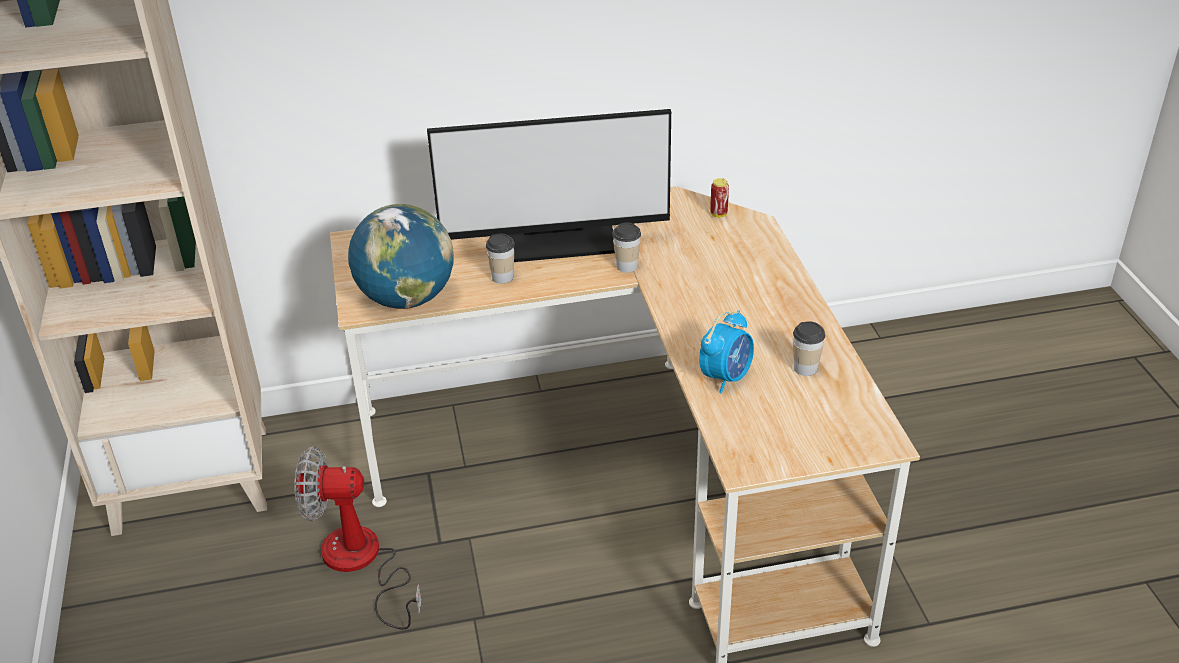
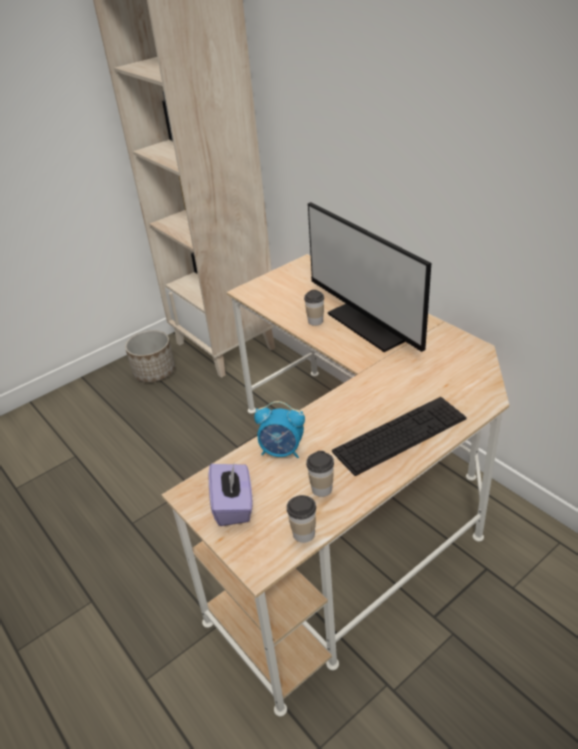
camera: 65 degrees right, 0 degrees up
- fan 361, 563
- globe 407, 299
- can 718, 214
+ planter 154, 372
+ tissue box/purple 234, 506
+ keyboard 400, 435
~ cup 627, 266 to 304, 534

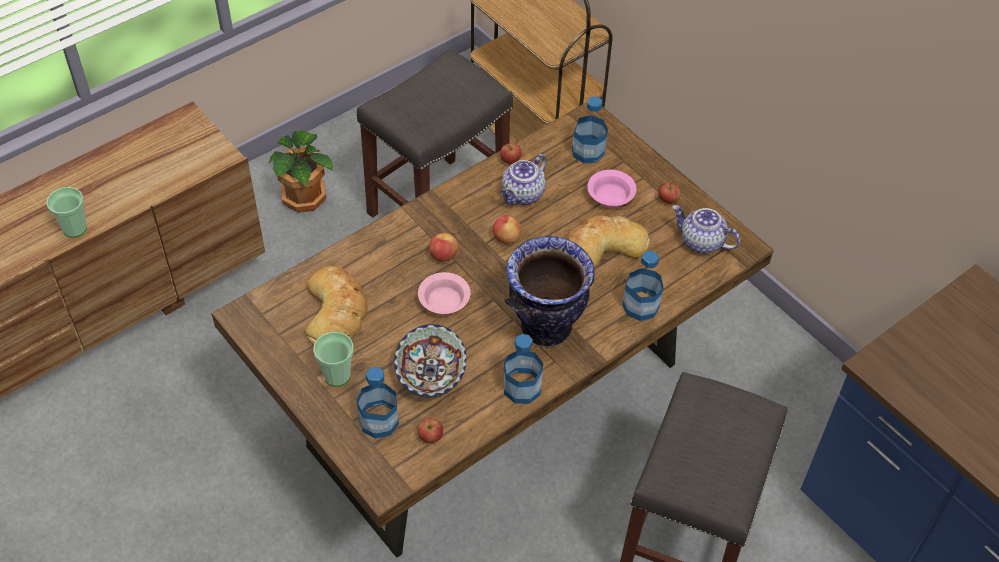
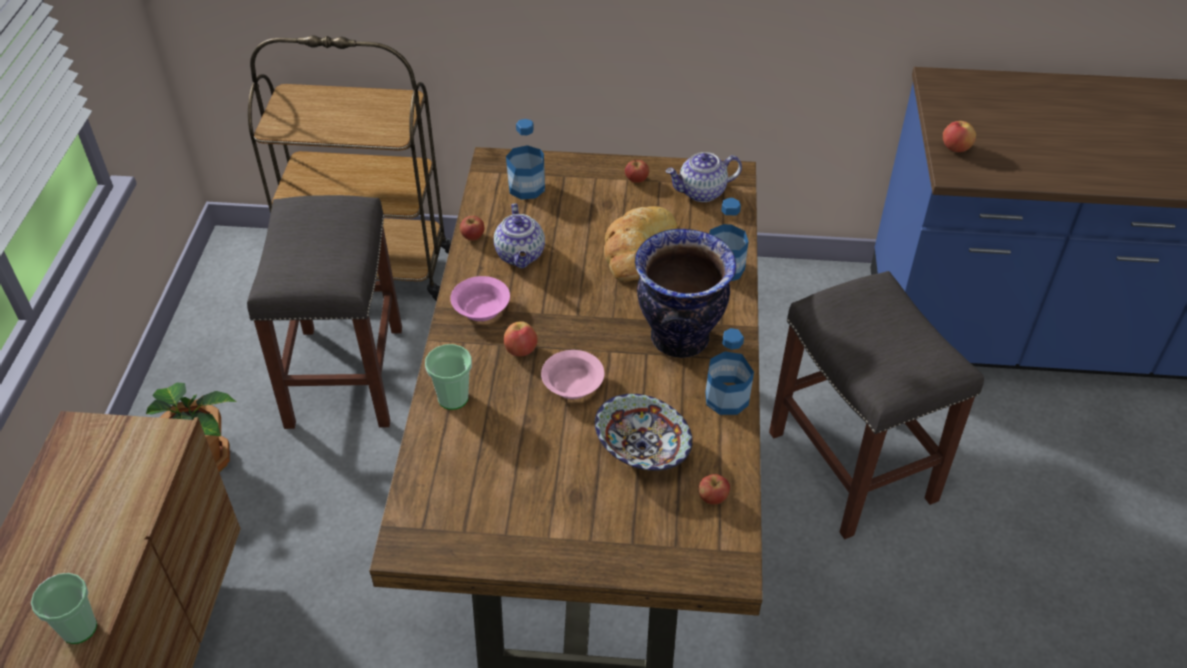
camera: 45 degrees left, 5 degrees down
- bread 336, 311
- bottle 379, 421
~ cup 337, 375 to 453, 398
~ apple 506, 238 to 955, 148
~ bowl/pink 611, 196 to 481, 307

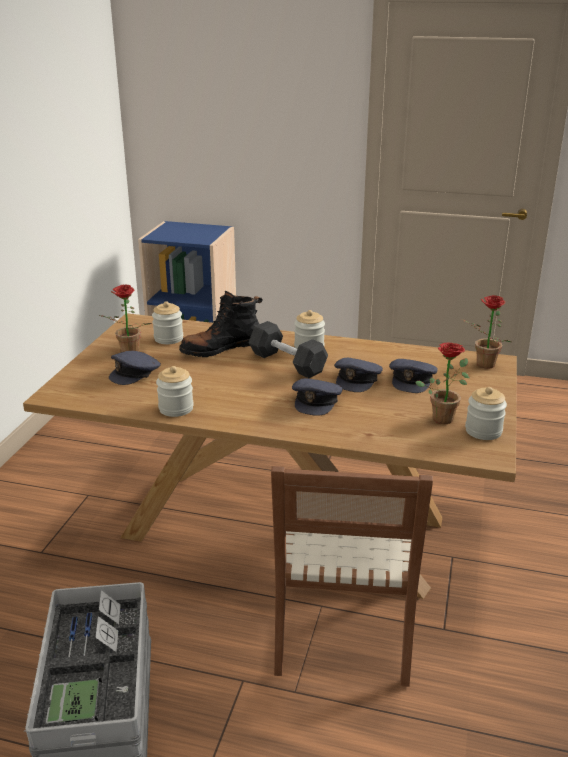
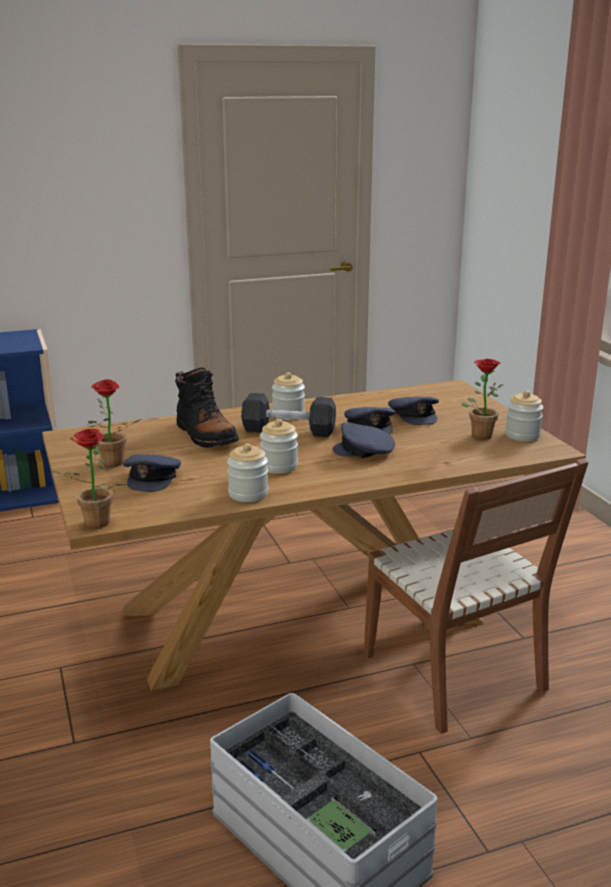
camera: 35 degrees left, 5 degrees down
~ jar 168, 338 to 279, 466
~ potted plant 482, 365 to 93, 524
~ boot/black 221, 348 = 205, 435 60 degrees counterclockwise
~ cap/grey 316, 401 = 364, 451 120 degrees clockwise

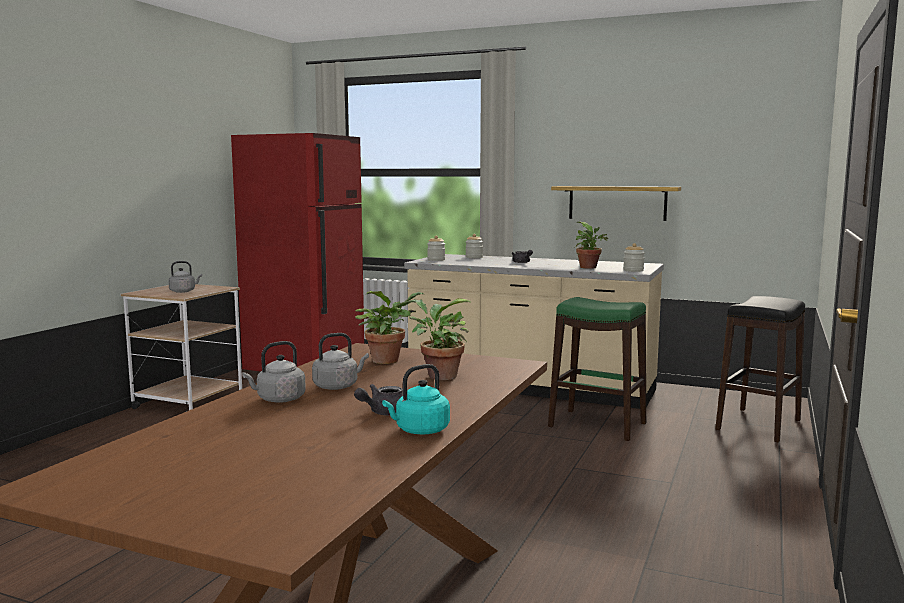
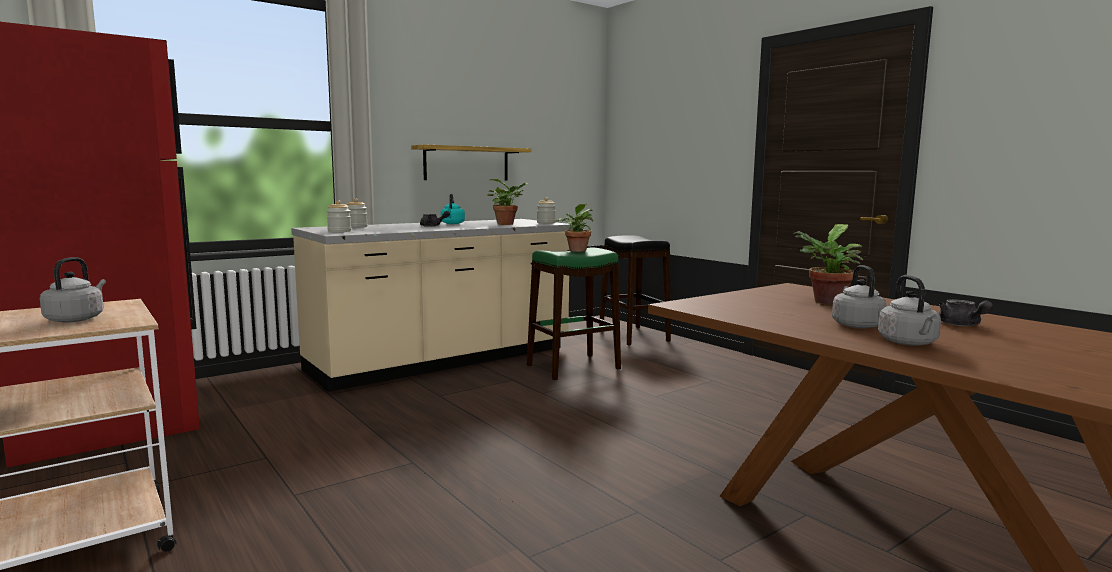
camera: 60 degrees left, 0 degrees up
~ potted plant 388, 360 to 577, 250
~ kettle/turquoise 419, 430 to 452, 223

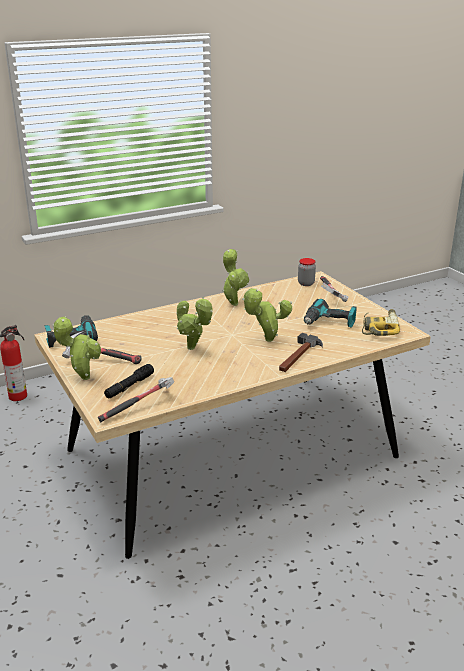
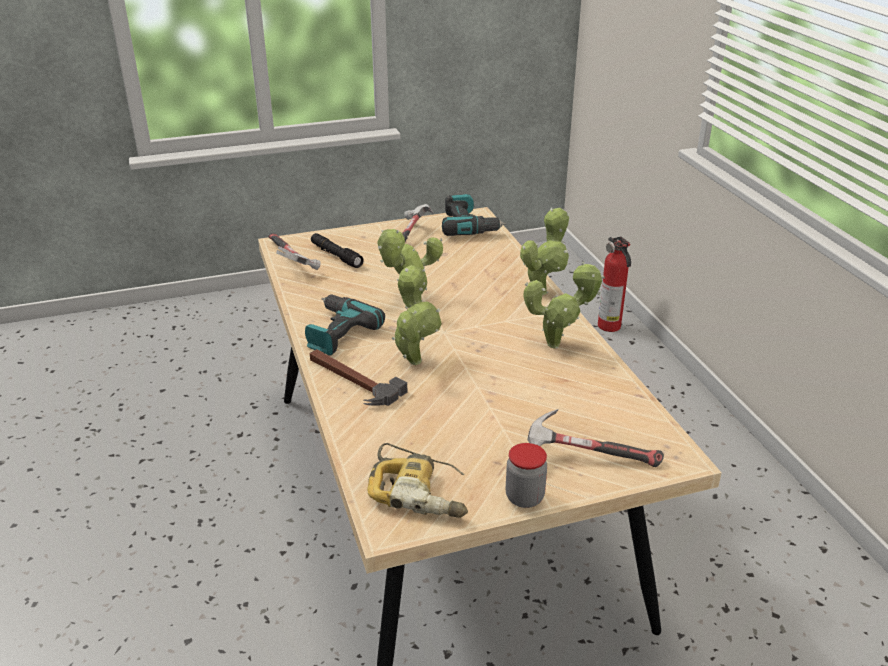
camera: 100 degrees right, 5 degrees up
~ potted plant 82, 377 to 543, 290
~ jar 306, 283 to 524, 497
~ power drill 329, 322 to 336, 332

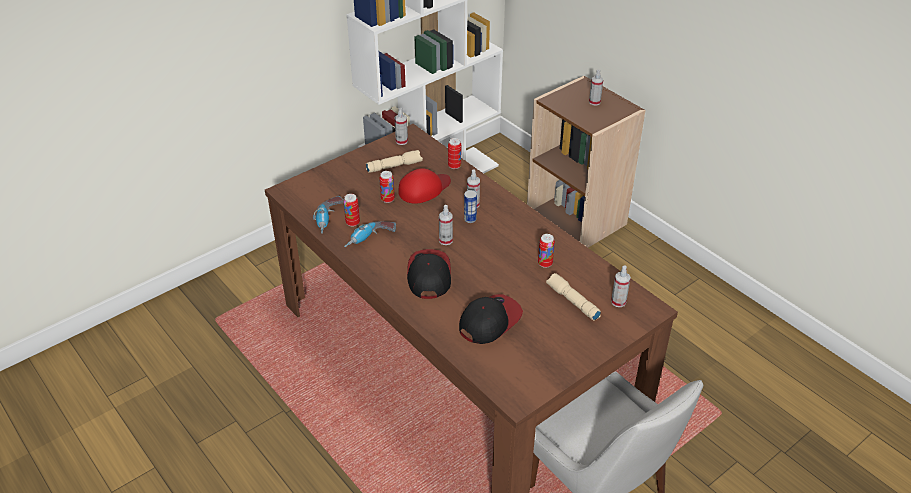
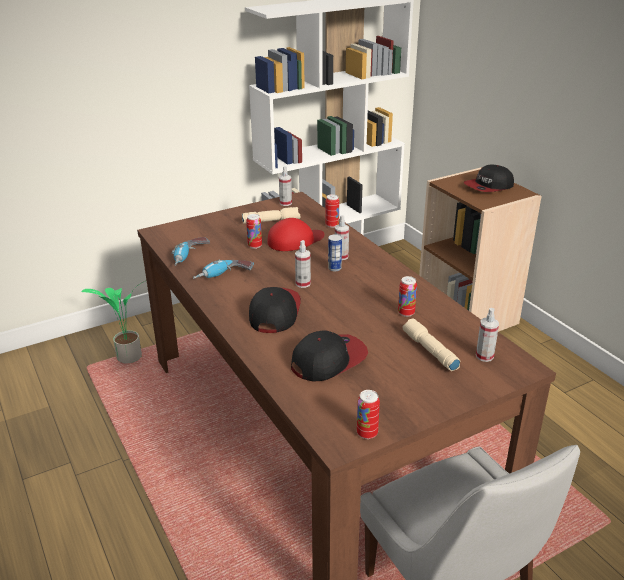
camera: 10 degrees right, 10 degrees down
+ potted plant 128, 358
~ can 352, 223 to 367, 433
~ spray bottle 594, 102 to cap 488, 186

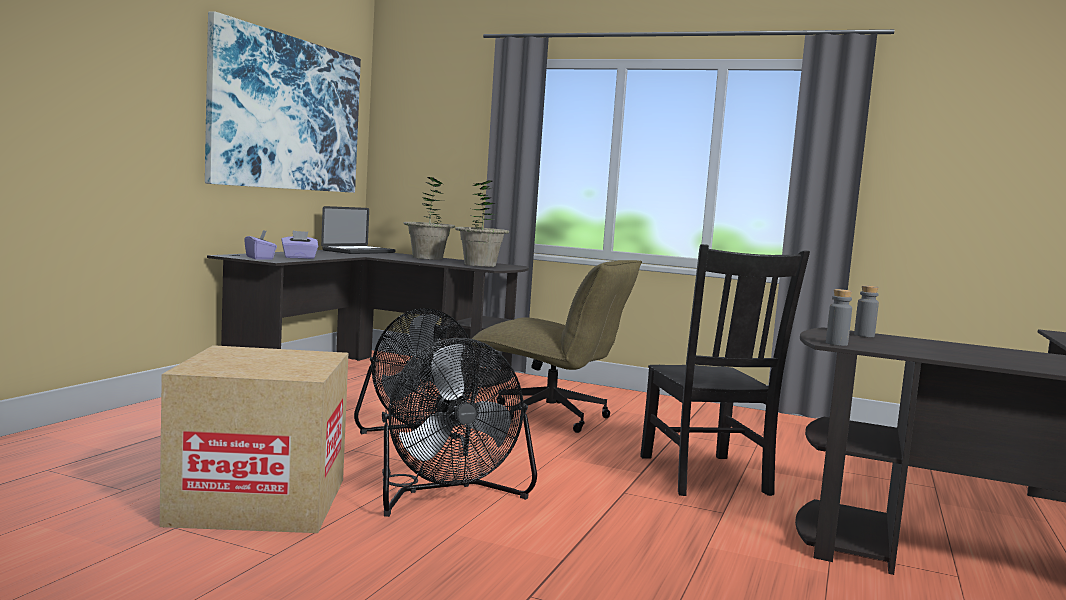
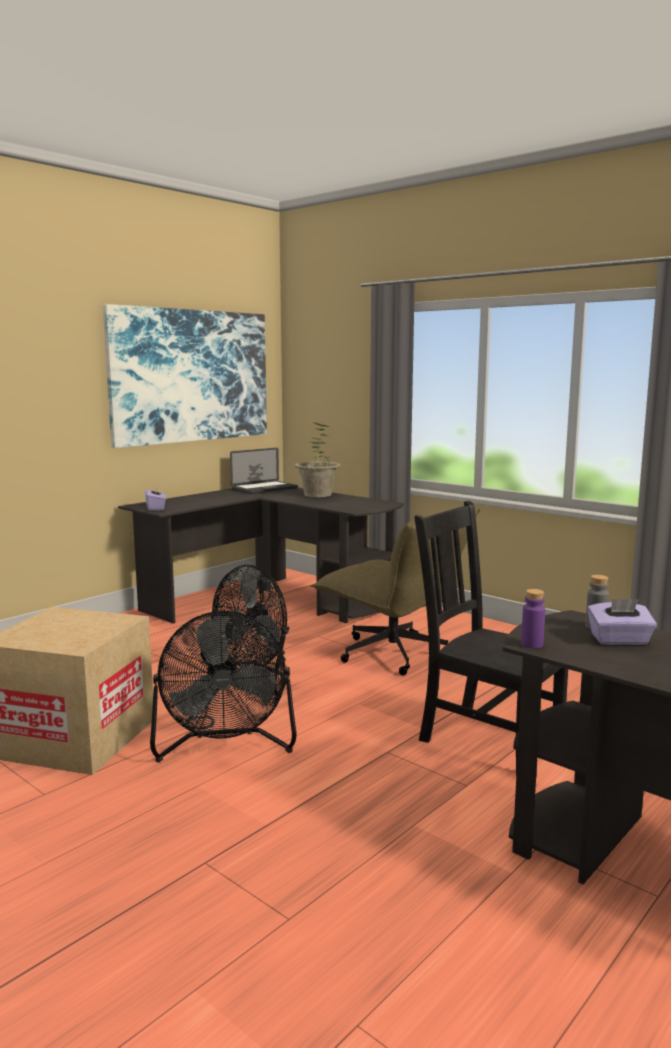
camera: 20 degrees right, 5 degrees up
- potted plant 480, 265
~ tissue box/purple 299, 257 to 619, 640
~ bottle/grey 836, 344 to bottle/purple 532, 644
~ chair/black 705, 476 = 486, 738 120 degrees clockwise

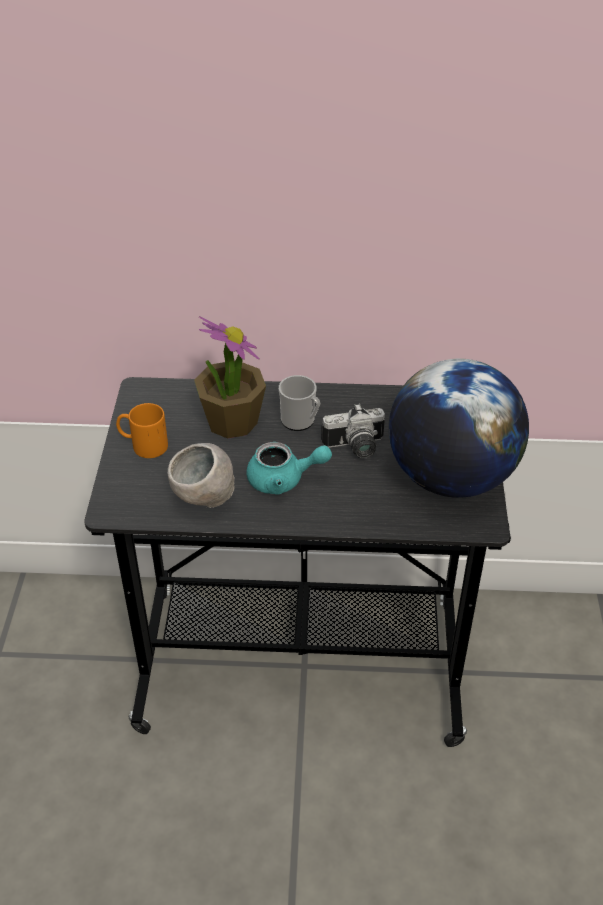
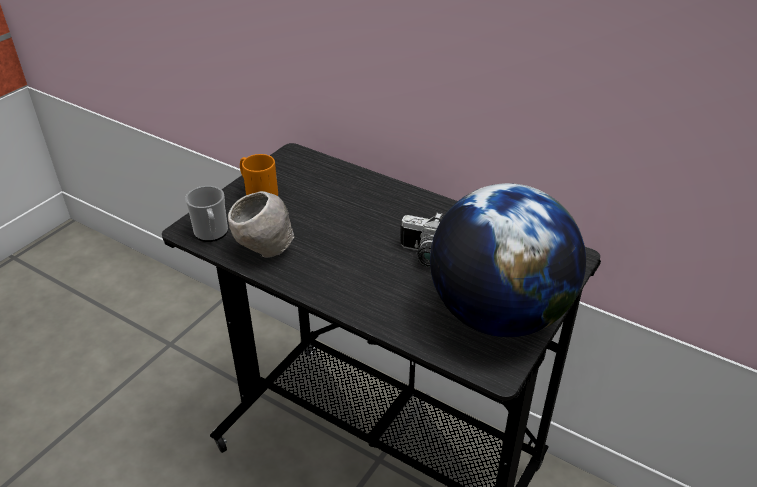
camera: 30 degrees right, 5 degrees down
- potted plant 231, 421
- teapot/turquoise 283, 479
~ mug 301, 421 to 212, 234

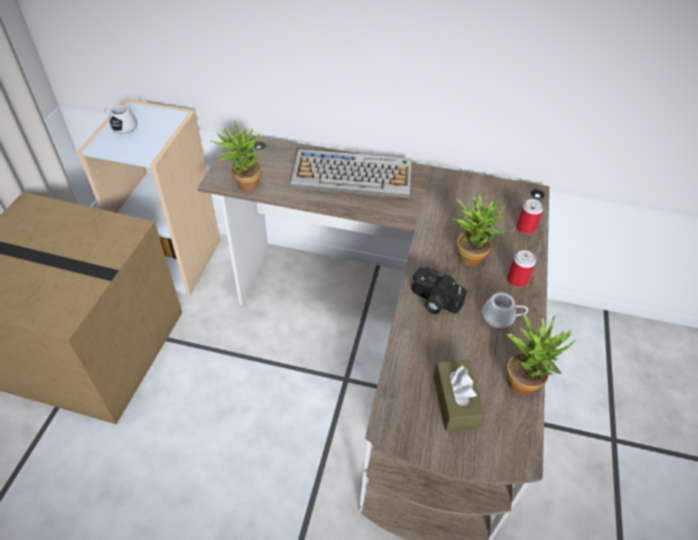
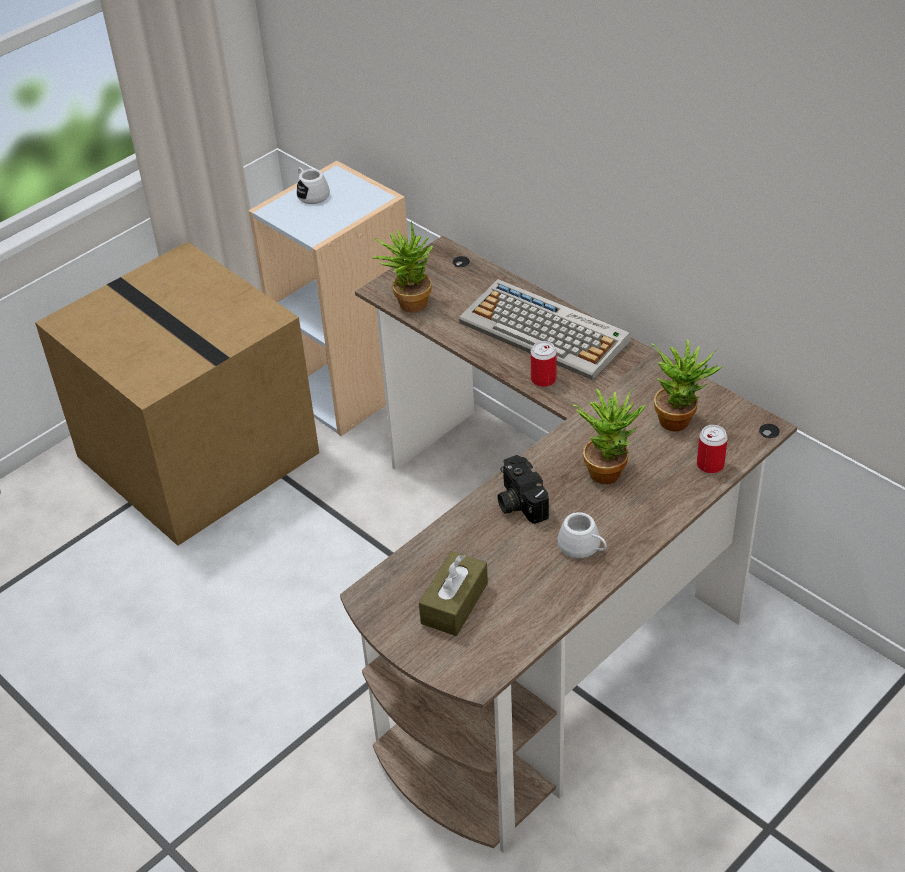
camera: 35 degrees right, 5 degrees down
~ potted plant 524, 379 to 680, 419
~ can 517, 280 to 543, 379

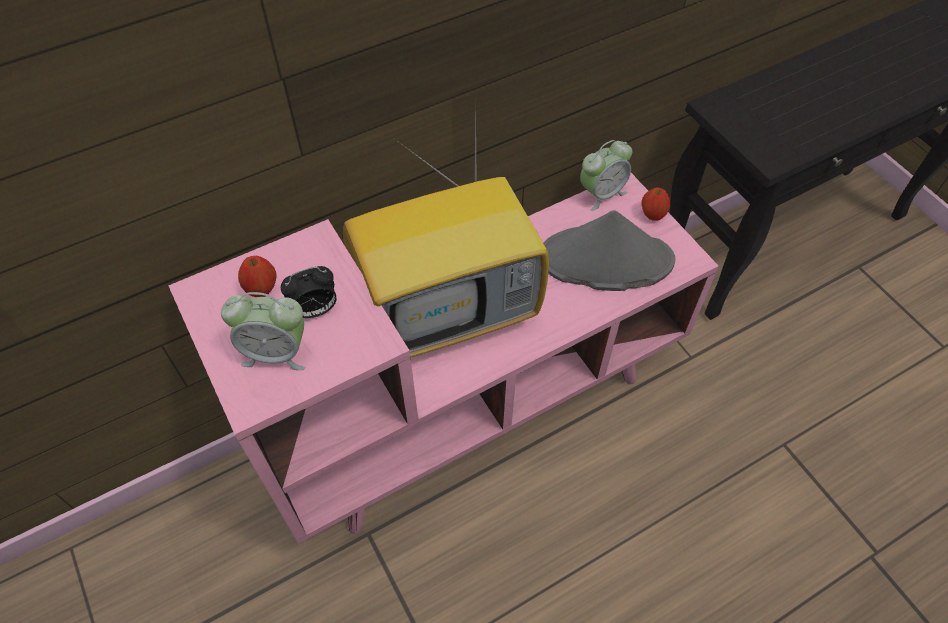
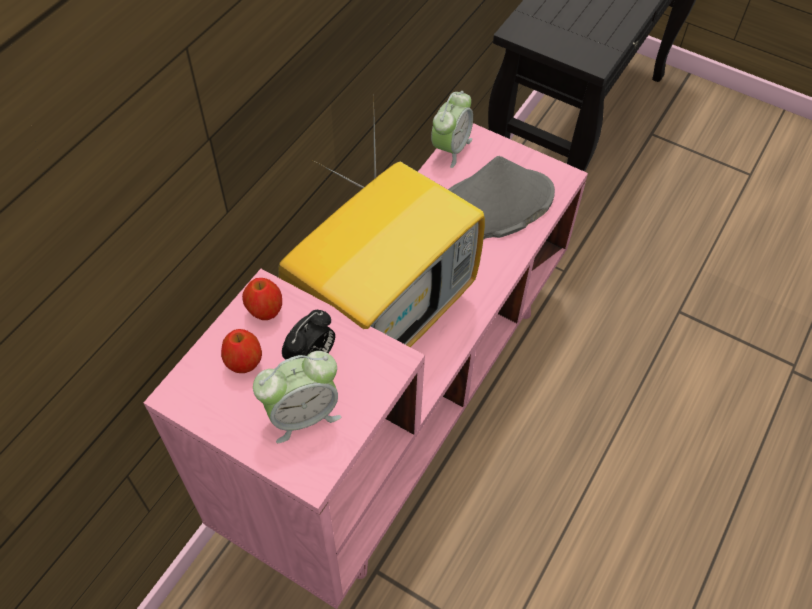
camera: 30 degrees left, 0 degrees up
~ apple 652, 214 to 265, 311

